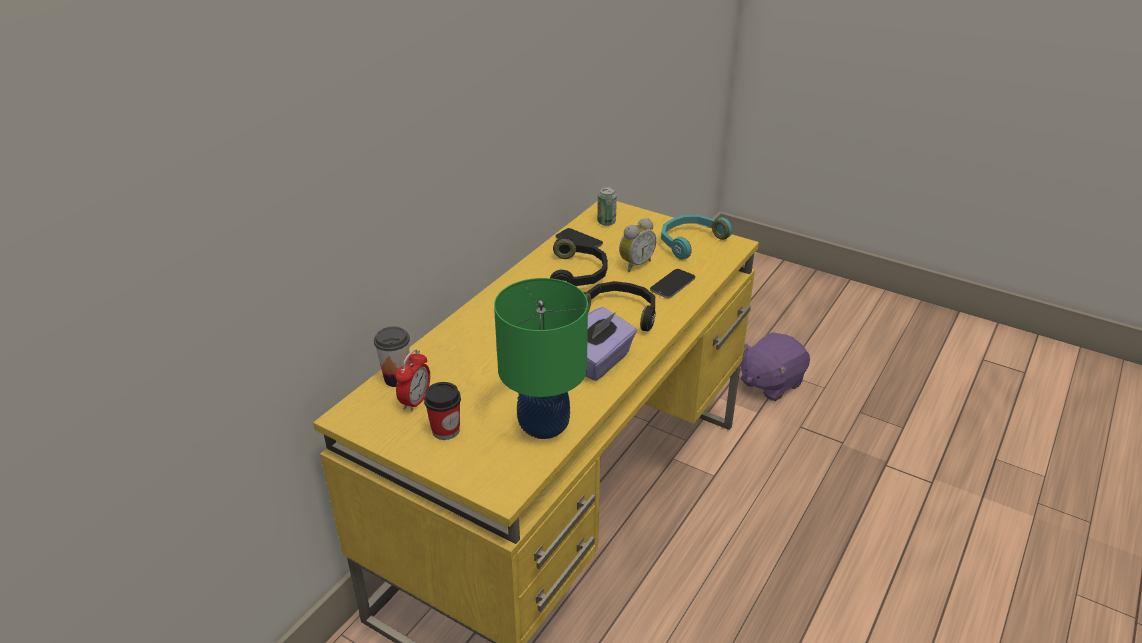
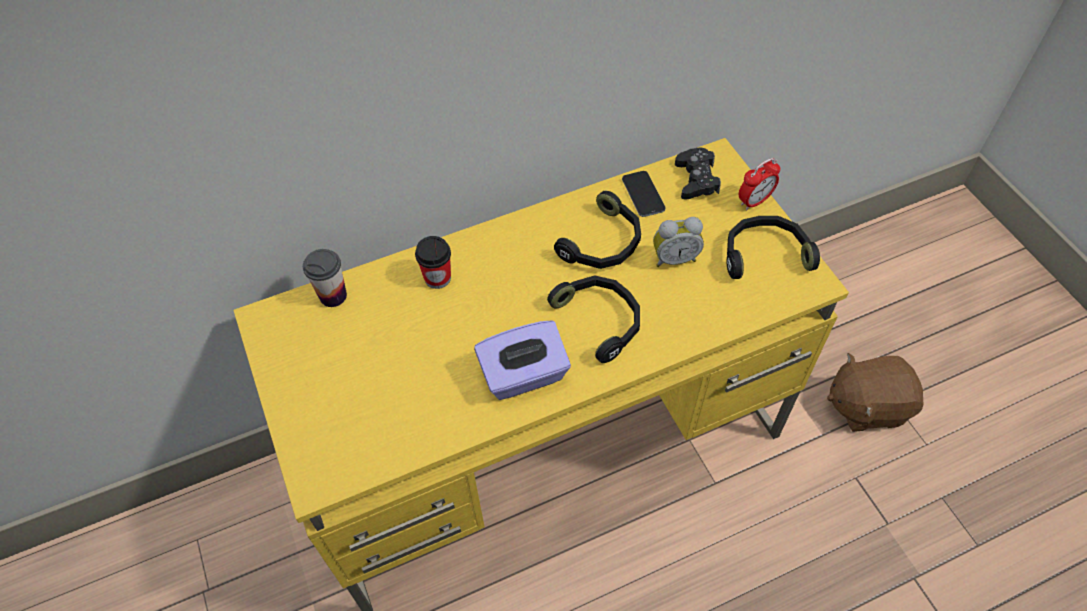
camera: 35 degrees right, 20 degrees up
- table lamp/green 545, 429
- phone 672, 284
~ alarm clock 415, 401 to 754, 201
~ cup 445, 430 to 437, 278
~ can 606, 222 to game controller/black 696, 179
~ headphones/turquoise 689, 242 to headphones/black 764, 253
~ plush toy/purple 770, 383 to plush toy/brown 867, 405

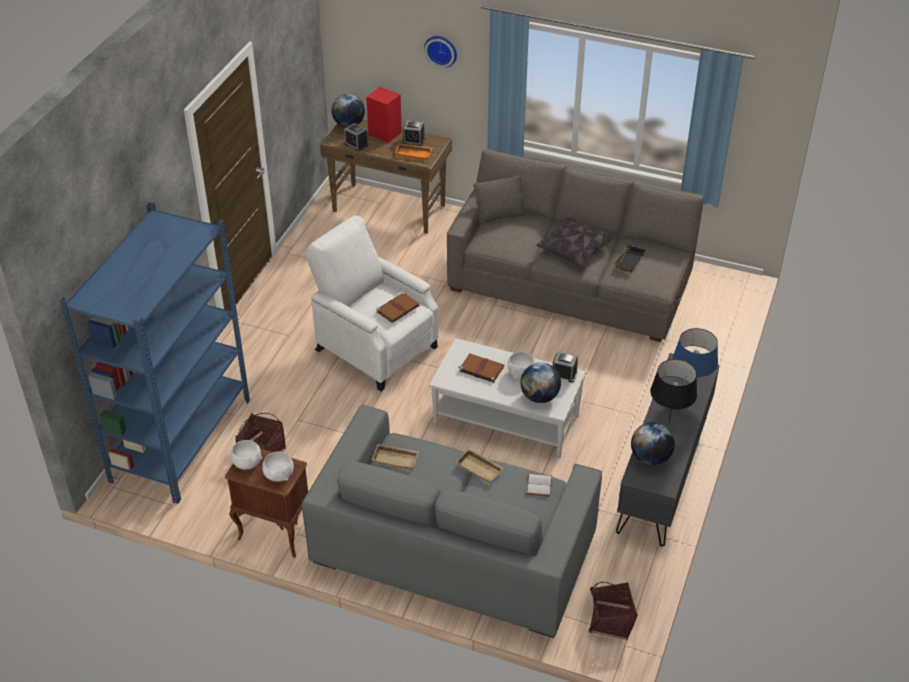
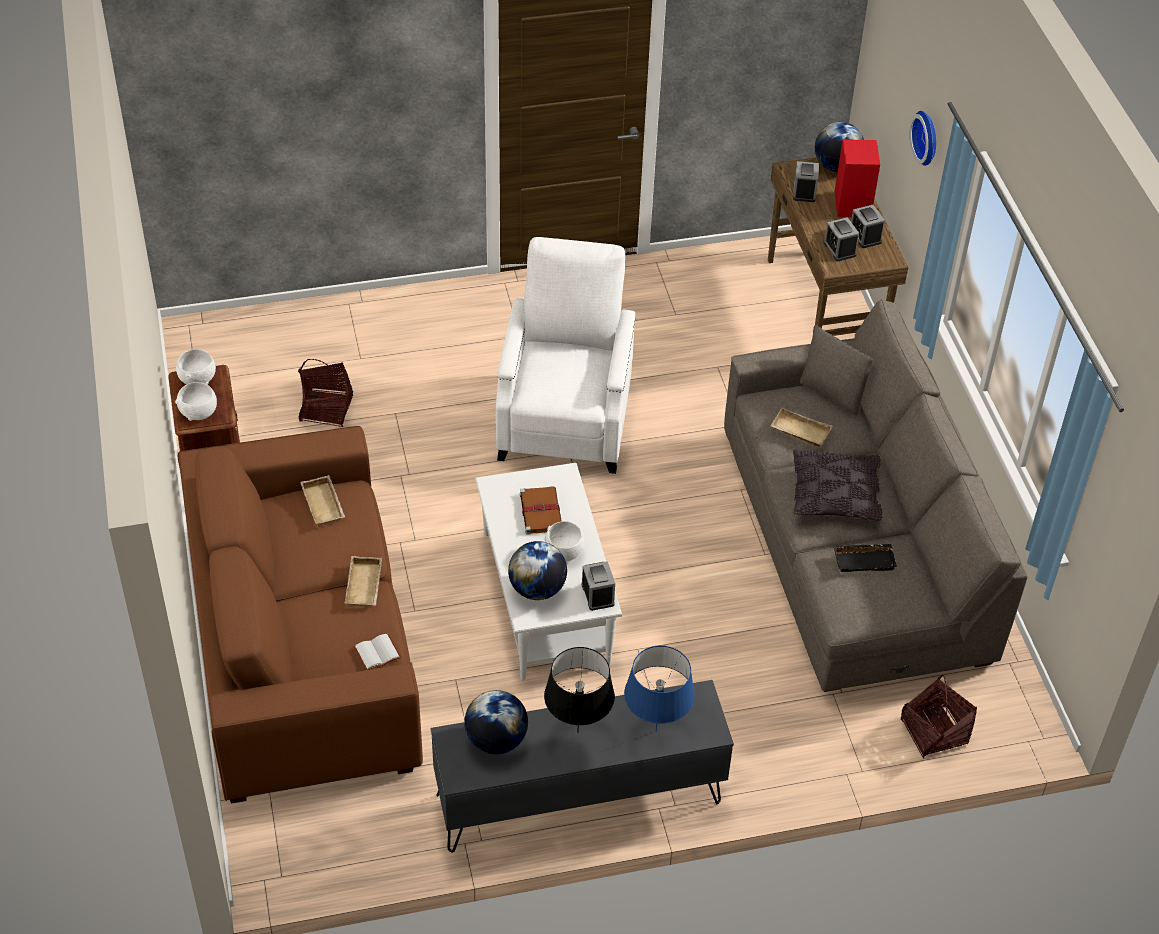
camera: 55 degrees right, 5 degrees up
- bookcase/blue 181, 439
- book/brown 398, 308
+ tray/beige 799, 431
~ basket 610, 620 to 934, 732
~ tray/orange 414, 153 to alarm clock 839, 249
~ sofa/grey 453, 548 to sofa/brown 302, 647

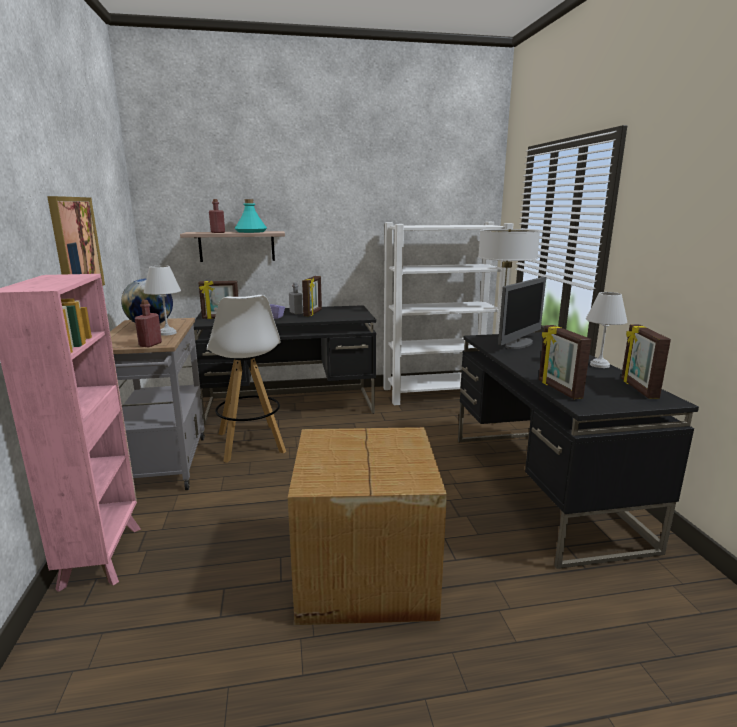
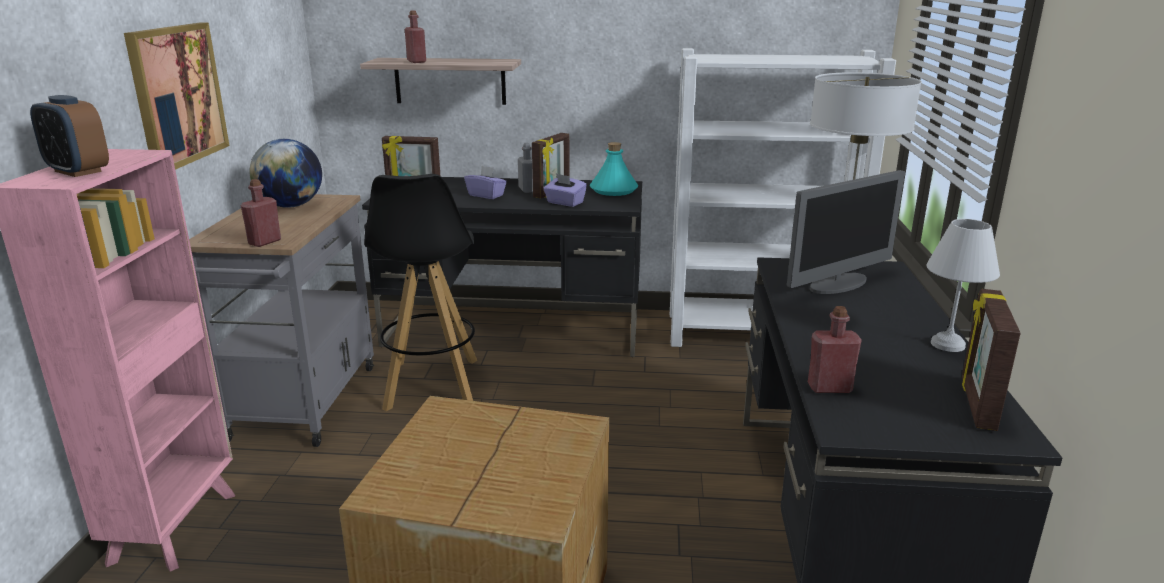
camera: 15 degrees right, 5 degrees up
- table lamp/white 166, 333
+ alarm clock 78, 171
+ tissue box/purple 565, 203
~ bottle/turquoise 251, 231 to 613, 190
~ picture frame 558, 389 to bottle/red 829, 388
~ stool/white 251, 443 to stool/black 432, 384

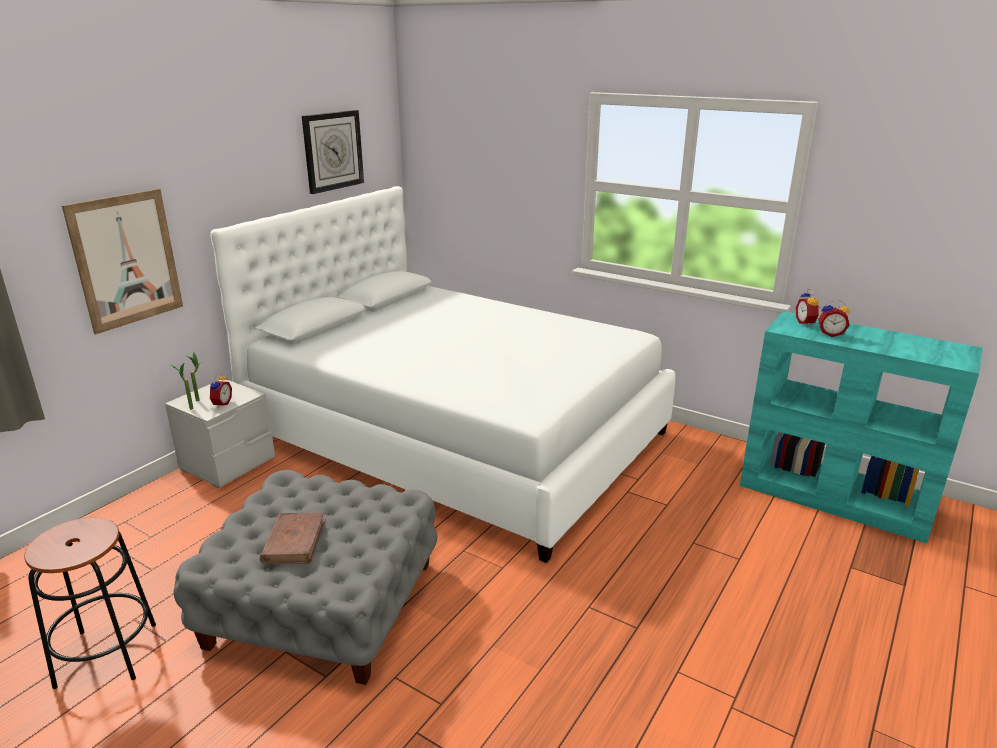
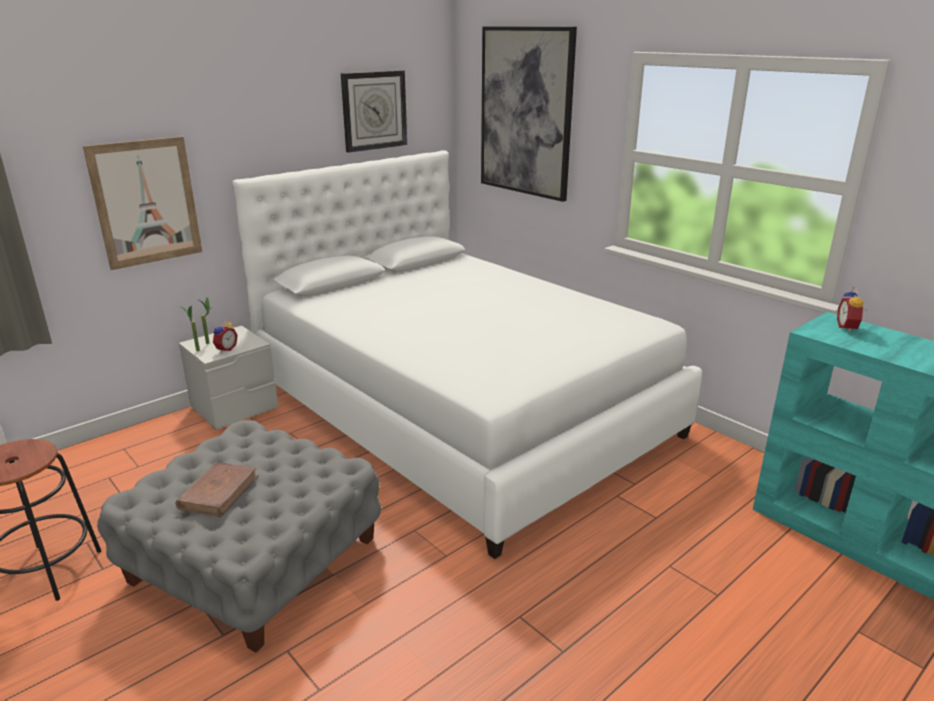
camera: 15 degrees right, 0 degrees up
- alarm clock 830, 334
+ picture 526, 112

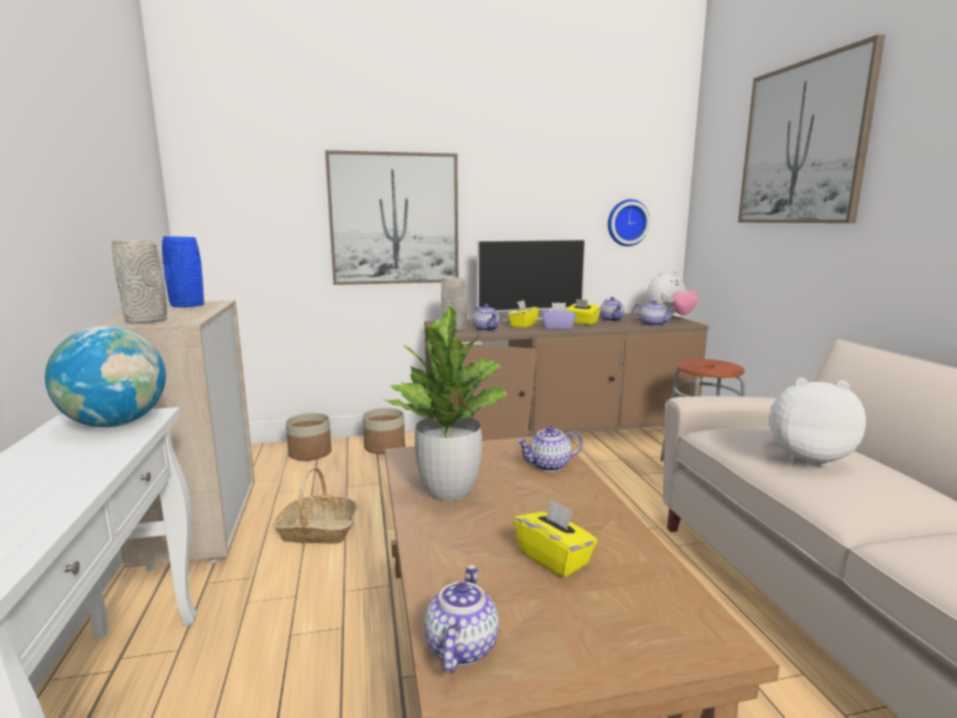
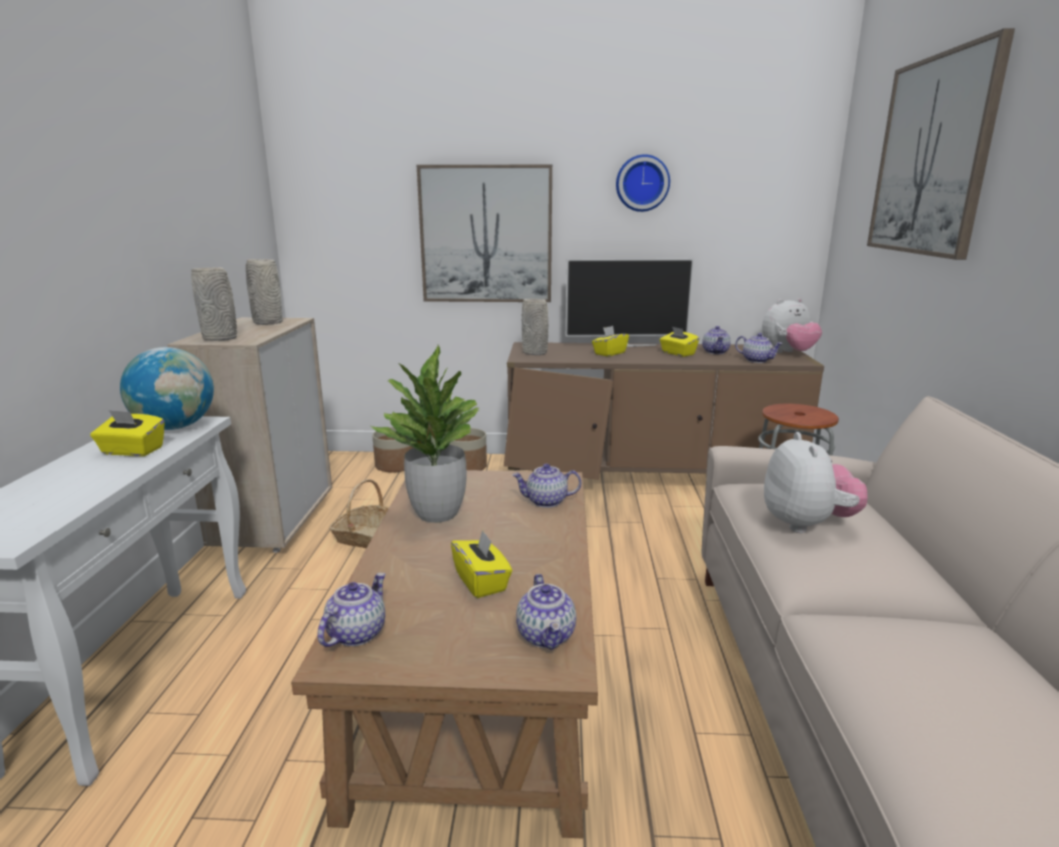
camera: 15 degrees right, 5 degrees up
- tissue box/purple 558, 328
+ tissue box/yellow 132, 451
~ teapot 486, 329 to 547, 636
~ wall clock 627, 223 to 642, 183
~ vase/blue 187, 305 to vase/grey 267, 322
~ plush toy 806, 458 = 806, 524 60 degrees clockwise

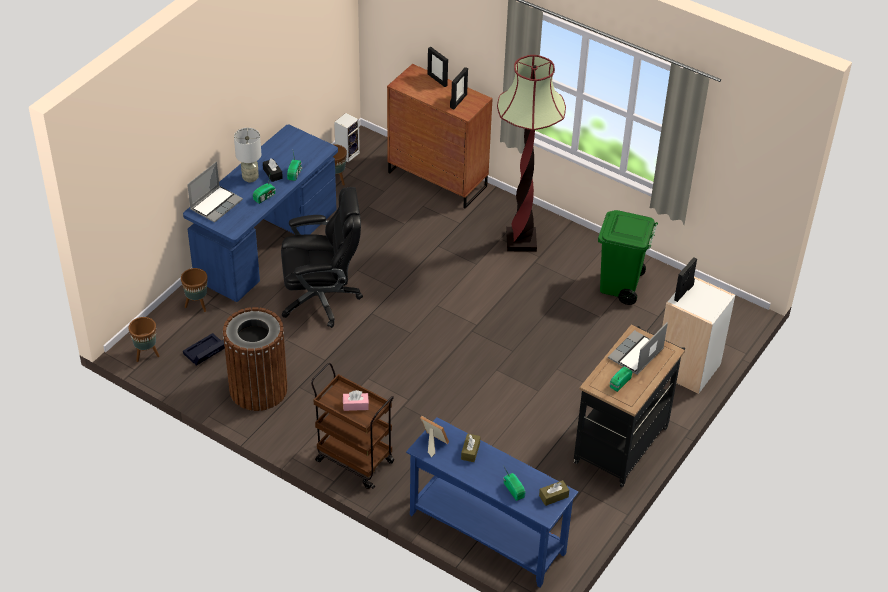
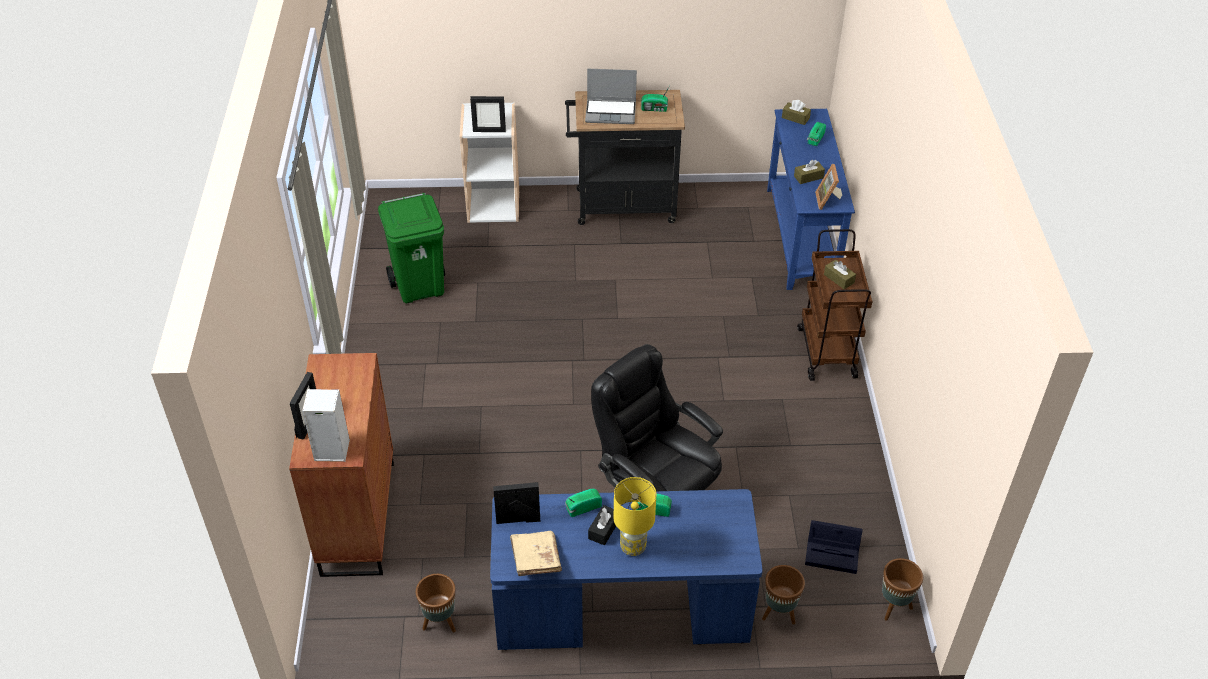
camera: 125 degrees left, 0 degrees up
- laptop 216, 204
- trash can/brown 258, 389
- floor lamp 521, 241
+ book/beige 535, 559
~ speaker 347, 153 to 330, 451
~ picture frame 458, 101 to 518, 520
~ table lamp/grey 250, 178 to table lamp/yellow 632, 547
~ tissue box/pink 355, 405 to tissue box/brown 839, 279

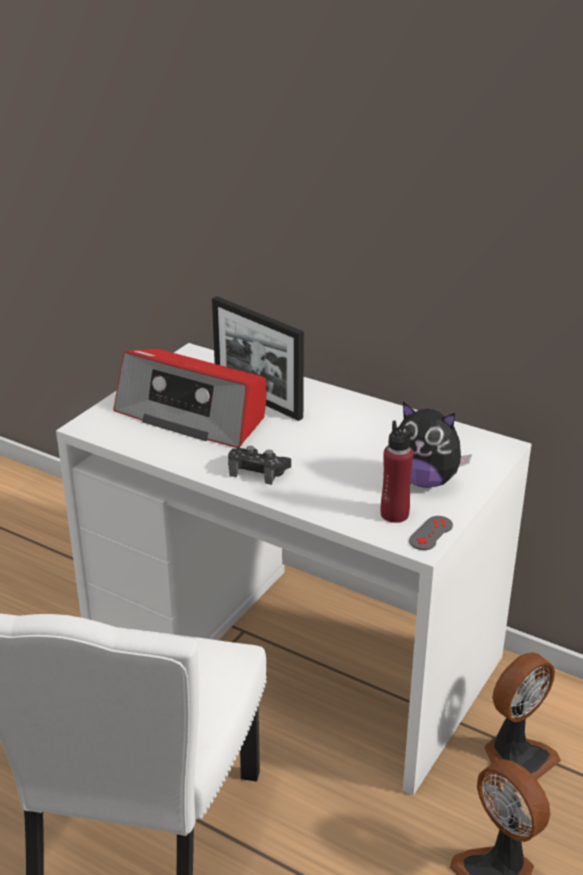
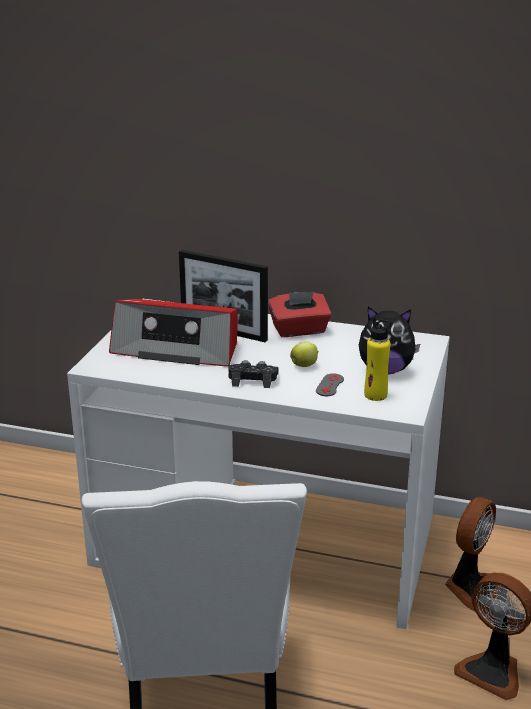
camera: 15 degrees left, 5 degrees down
+ tissue box/red 299, 330
+ apple 304, 365
~ game controller/grey 431, 533 to 330, 385
~ bottle/red 394, 514 to bottle/yellow 375, 395

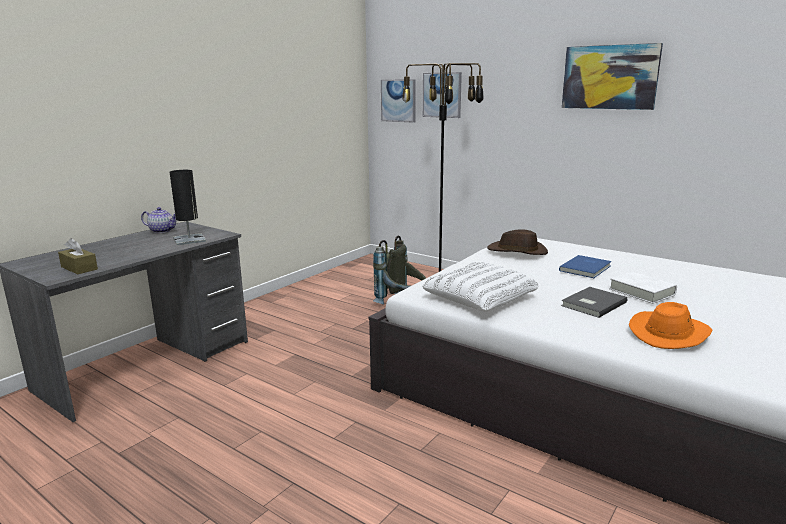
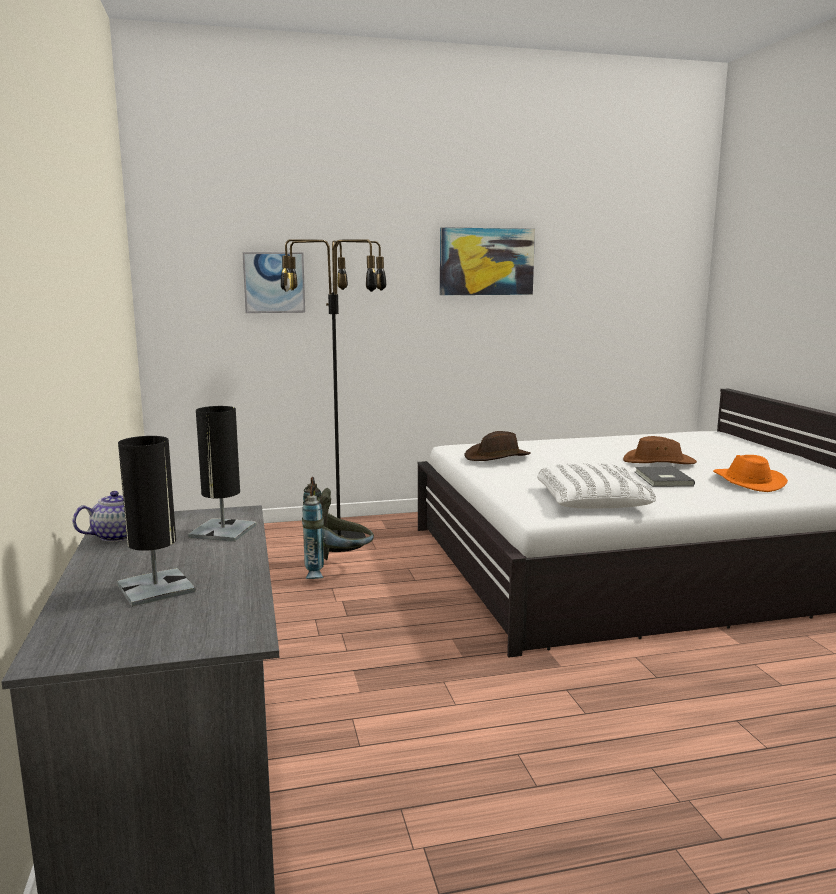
camera: 50 degrees left, 5 degrees down
- tissue box/brown 79, 268
- picture 398, 100
- book/blue 587, 268
+ table lamp/black 155, 588
~ book/white 641, 292 to hat/brown 658, 462

